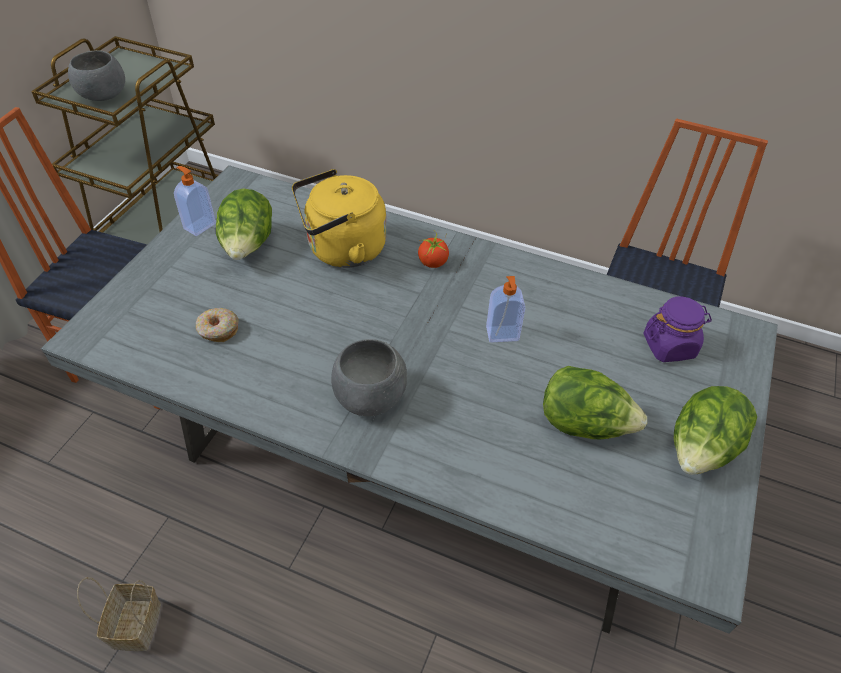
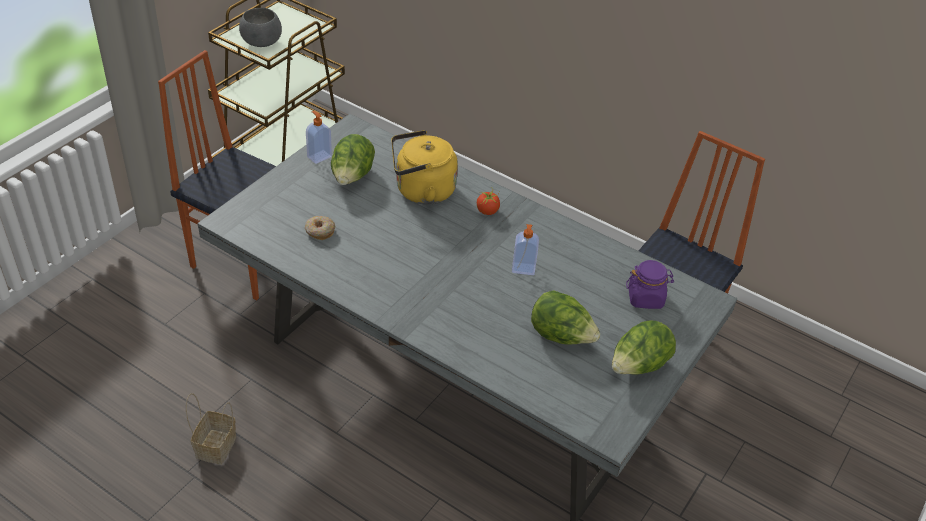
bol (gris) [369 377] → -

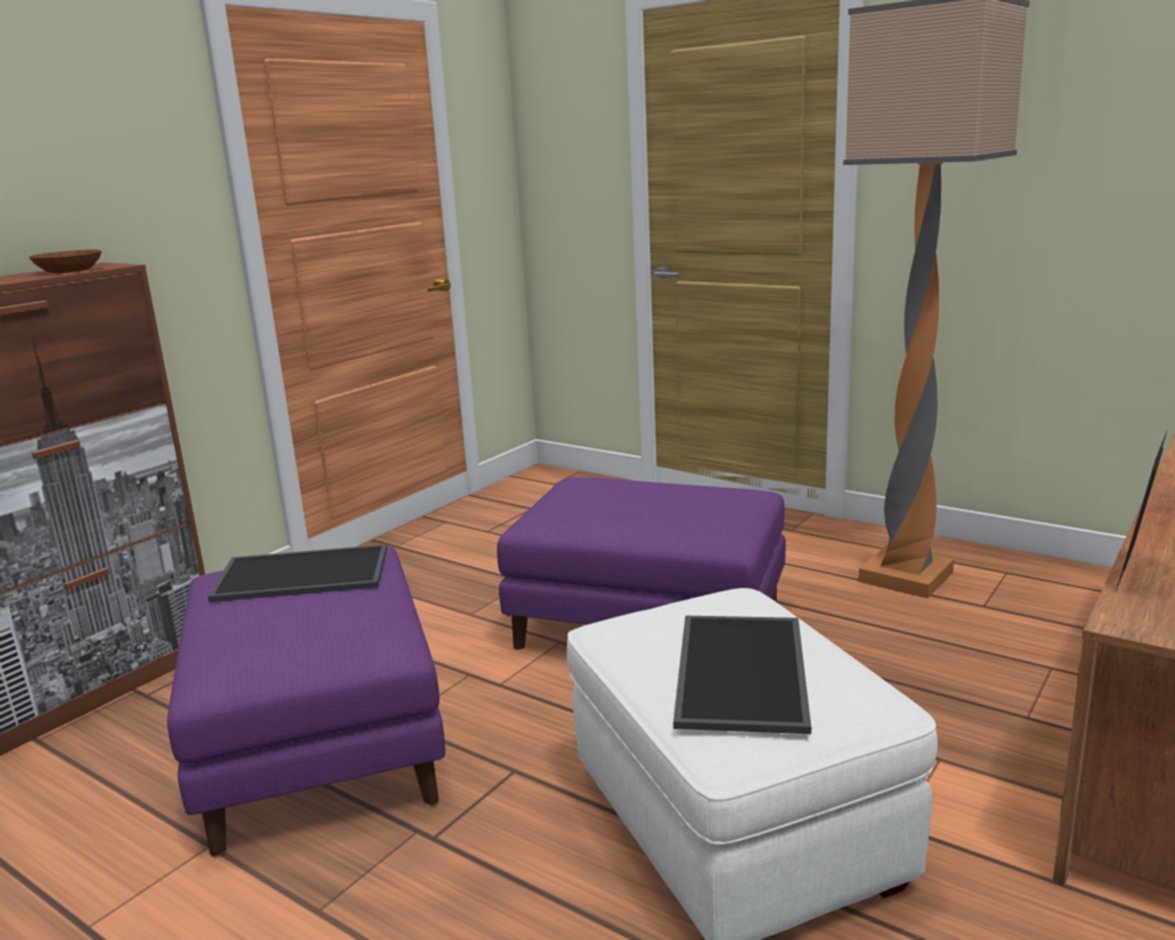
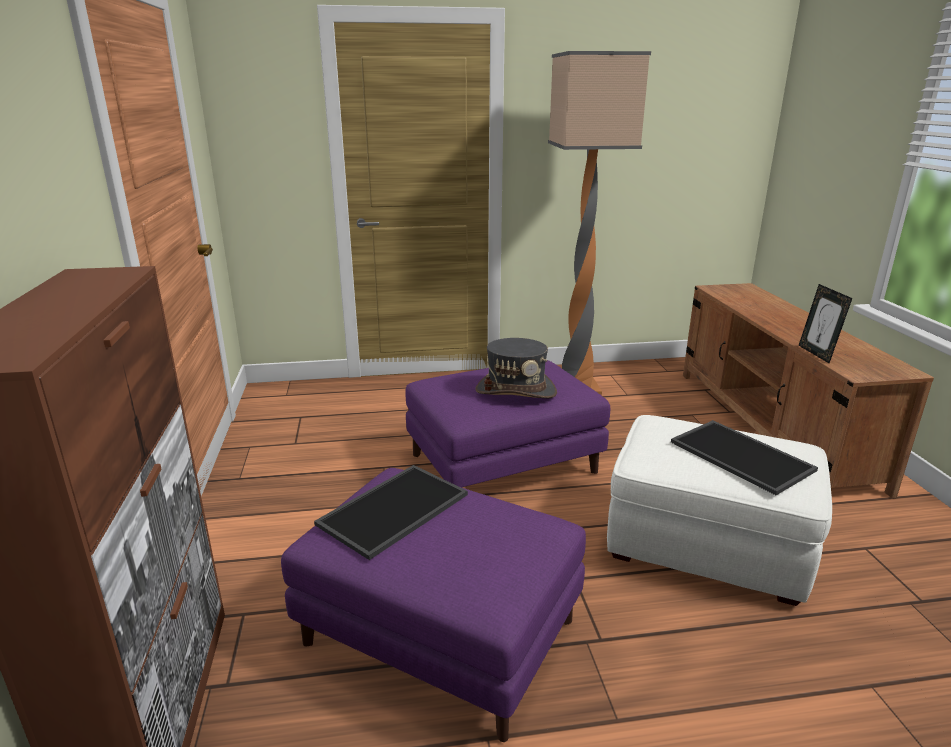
bol (marron) [65 261] → -
- → chapeau (gris) [516 368]

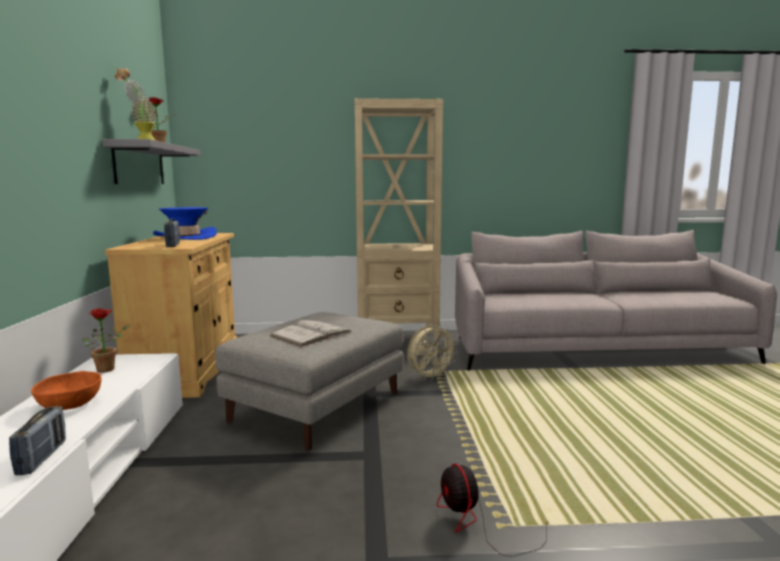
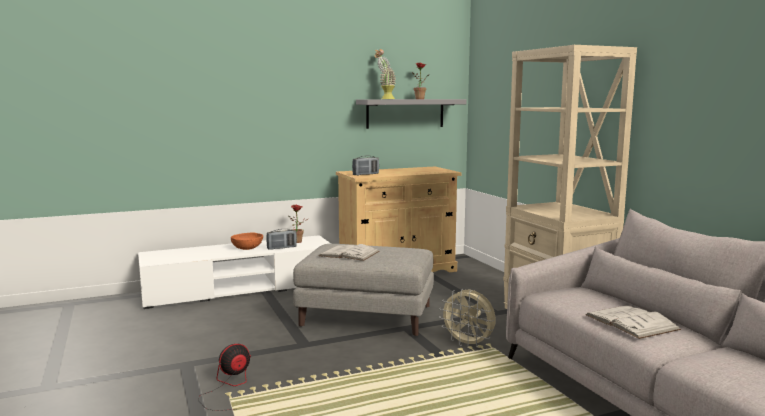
chapeau (bleu) [185 223] → -
- → livre (blanc) [633 322]
radio [37 440] → radio [281 239], move

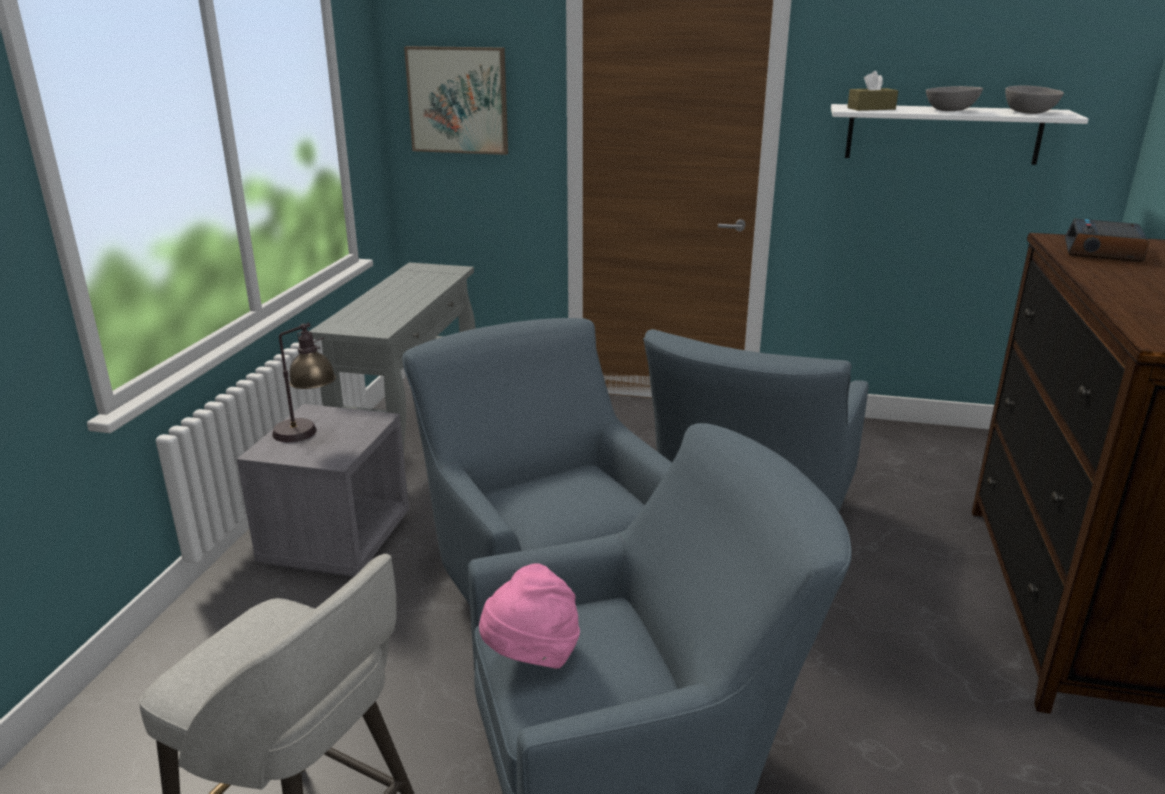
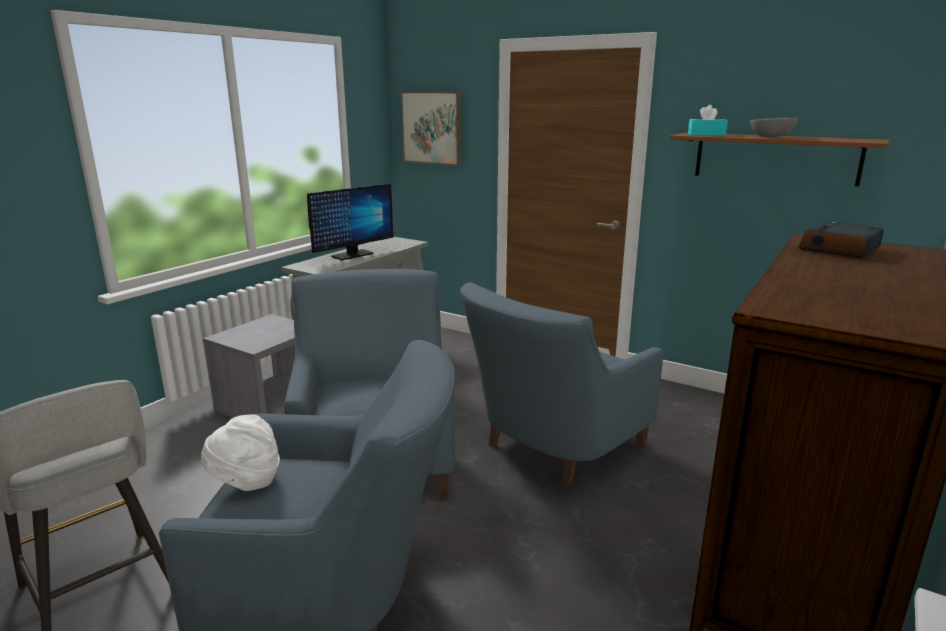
lampe de table [304 382] → -
bol (gris) [1034 99] → -
- → écran d'ordinateur [350 221]
chapeau (rose) [529 616] → chapeau (blanc) [240 452]
étagère (blanc) [959 134] → étagère (marron) [779 160]
boîte à mouchoirs (marron) [872 91] → boîte à mouchoirs (turquoise) [708 120]

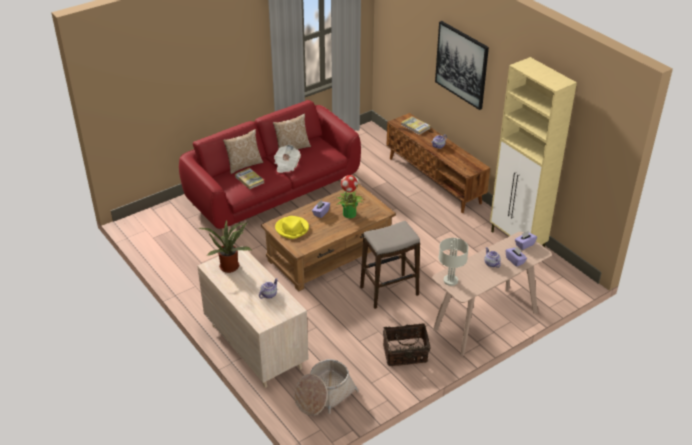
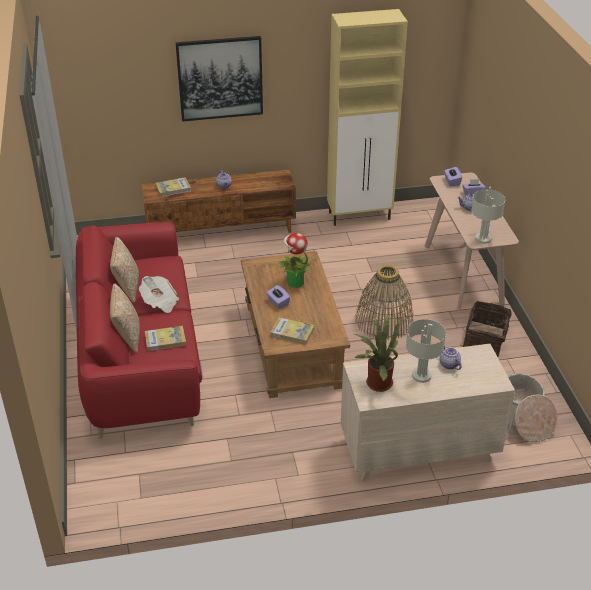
- → lampe de table (gris) [426 351]
chapeau (jaune) [292 227] → livre [292 331]
tabouret [390 265] → panier [384 302]

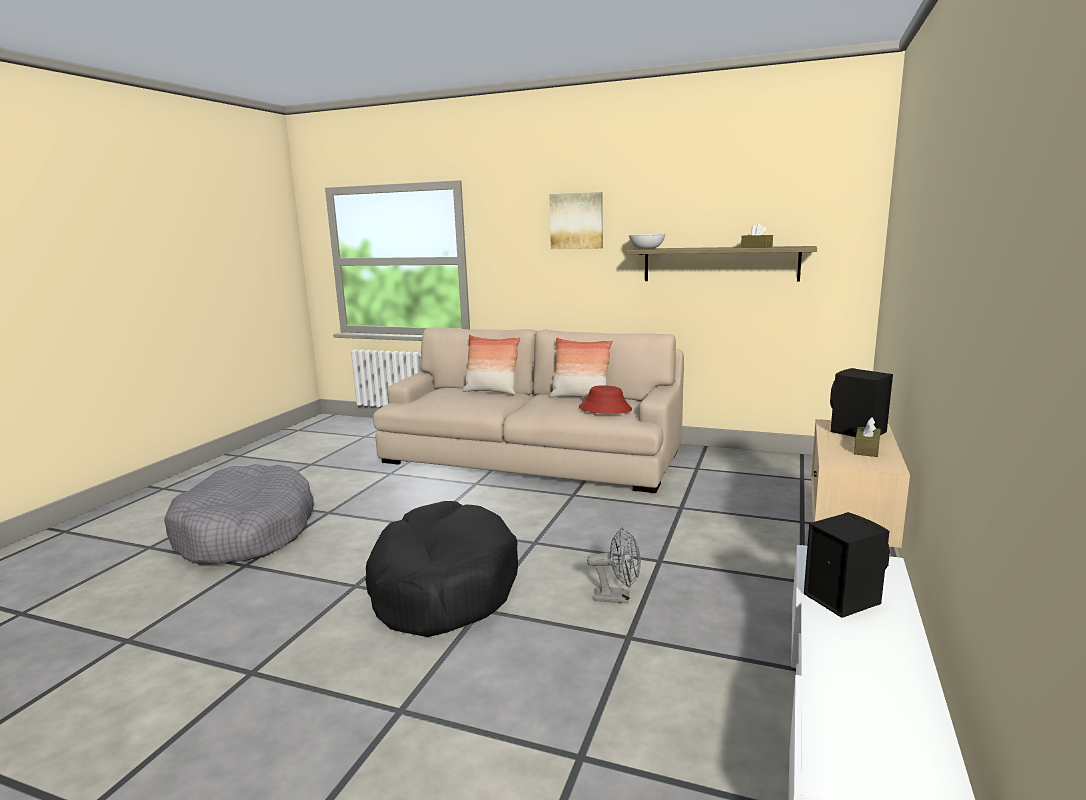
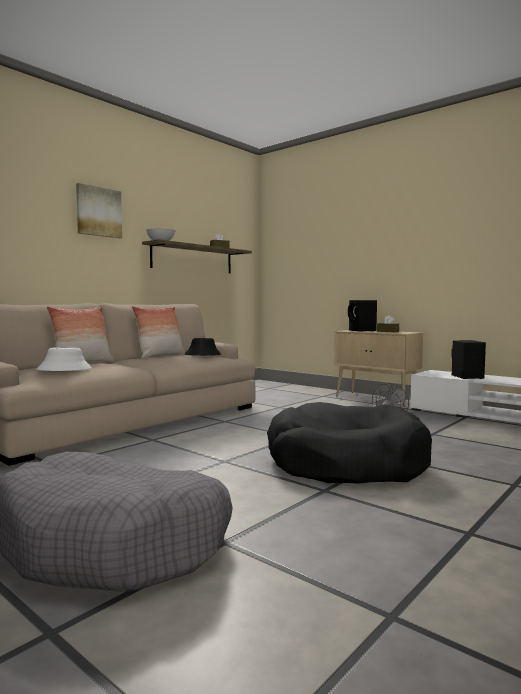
- → chapeau (blanc) [64 359]
chapeau (rouge) [605 399] → chapeau (noir) [202 347]

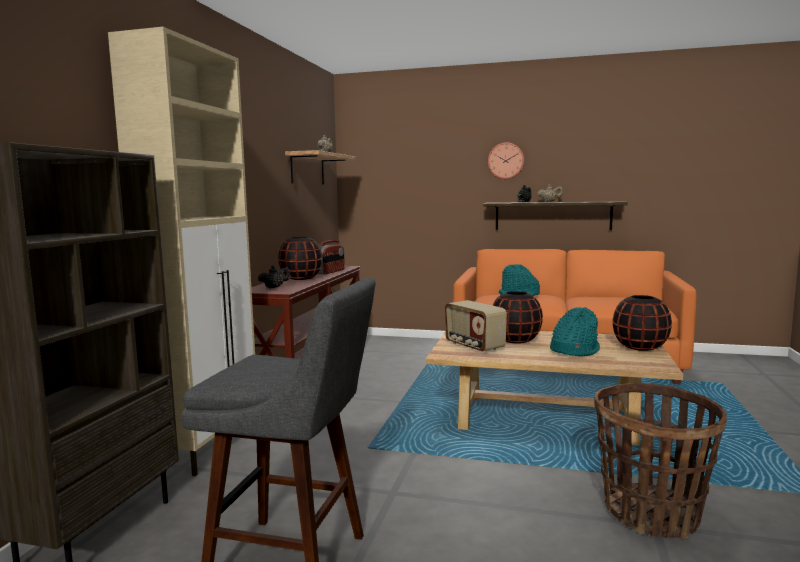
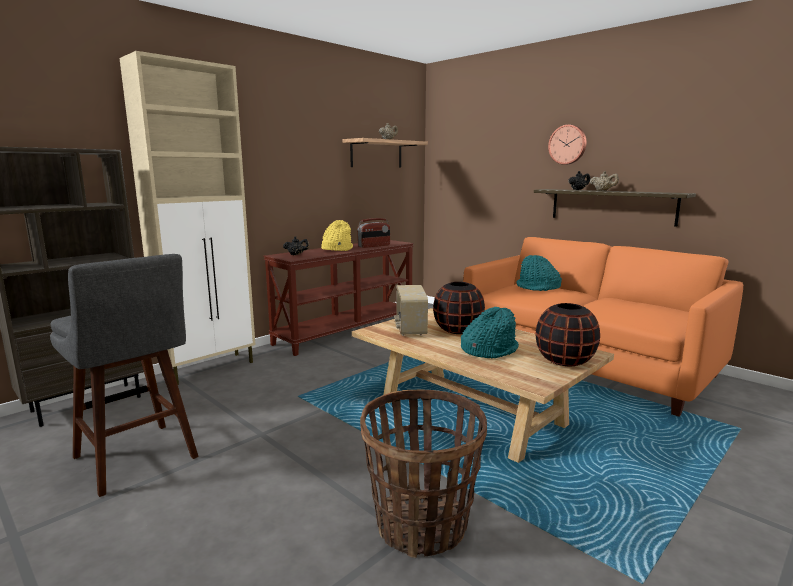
vase (noir) [300 258] → chapeau (jaune) [337 235]

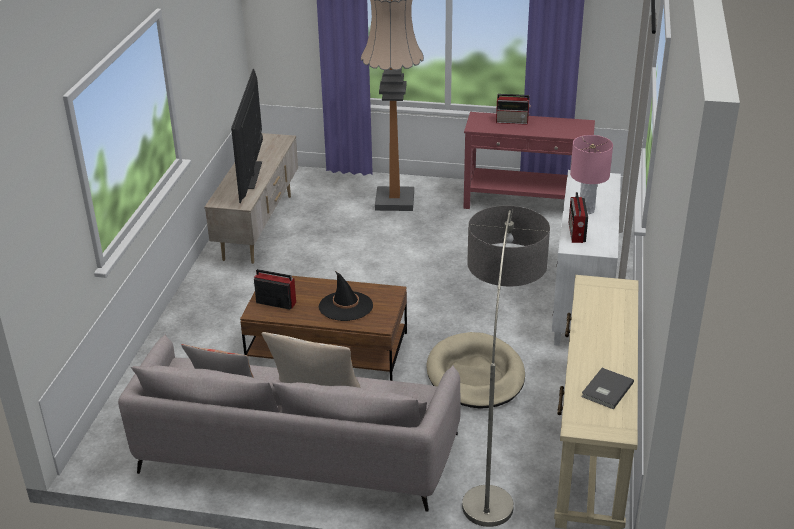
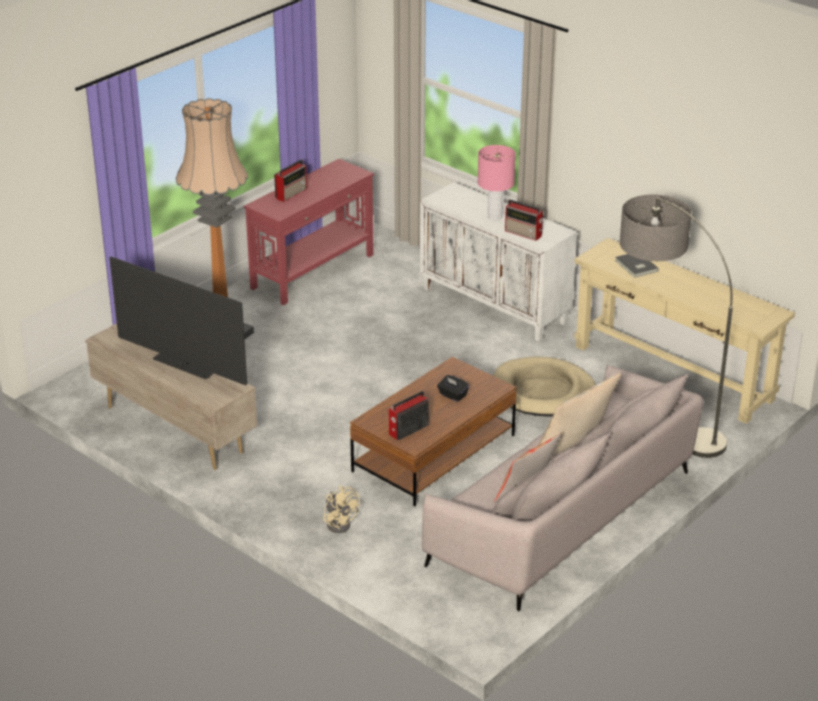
- → ventilateur (beige) [341 509]
livre (gris) [607 388] → livre (gris) [637 266], move
chapeau (noir) [346 296] → boîte à mouchoirs (noir) [453 388]

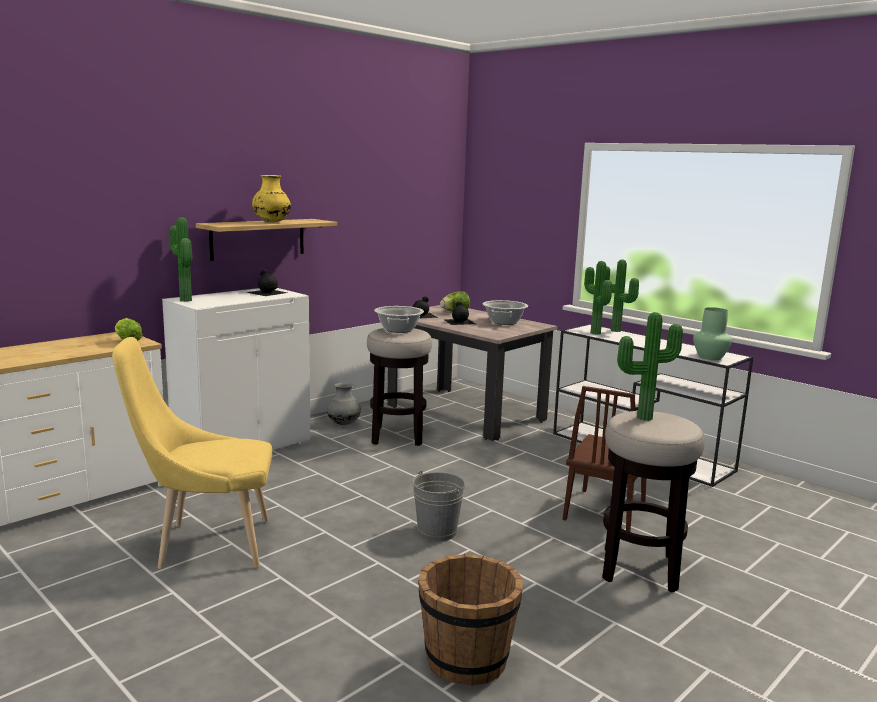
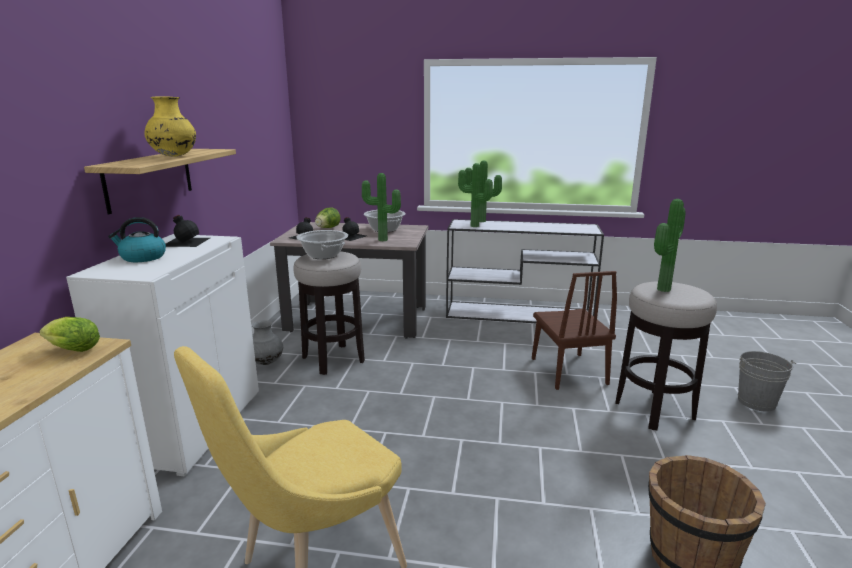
vase (vert) [712 333] → -
- → bouilloire [137 239]
plante en pot [180 259] → plante en pot [381 207], move
seau (gris) [439 506] → seau (gris) [767 381], move

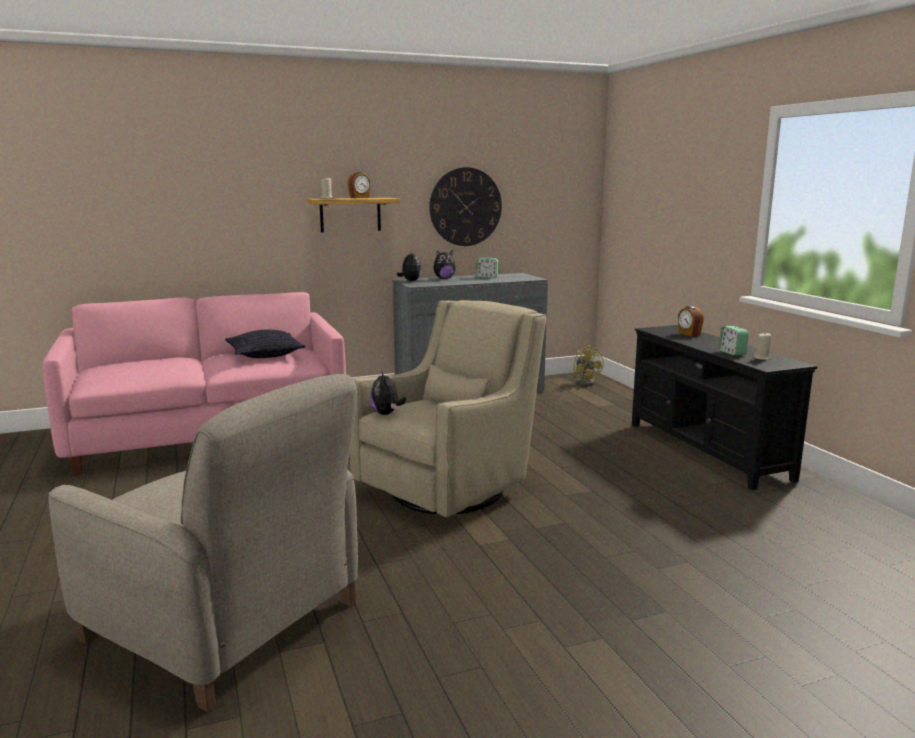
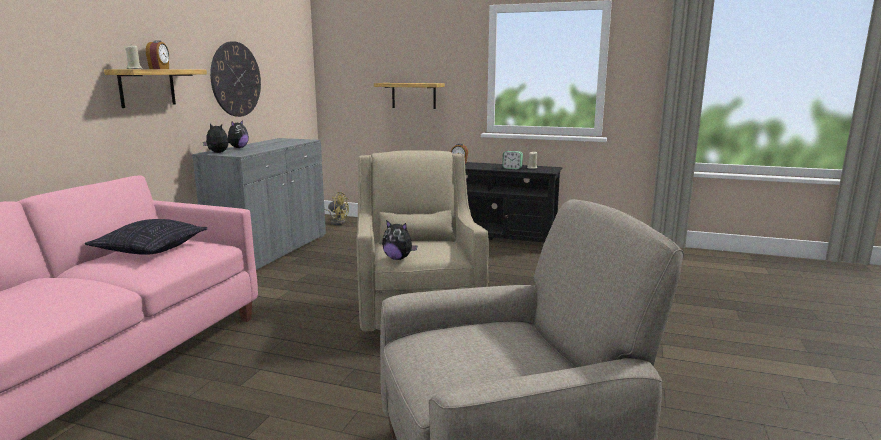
réveil [487 268] → -
- → étagère [409 96]

